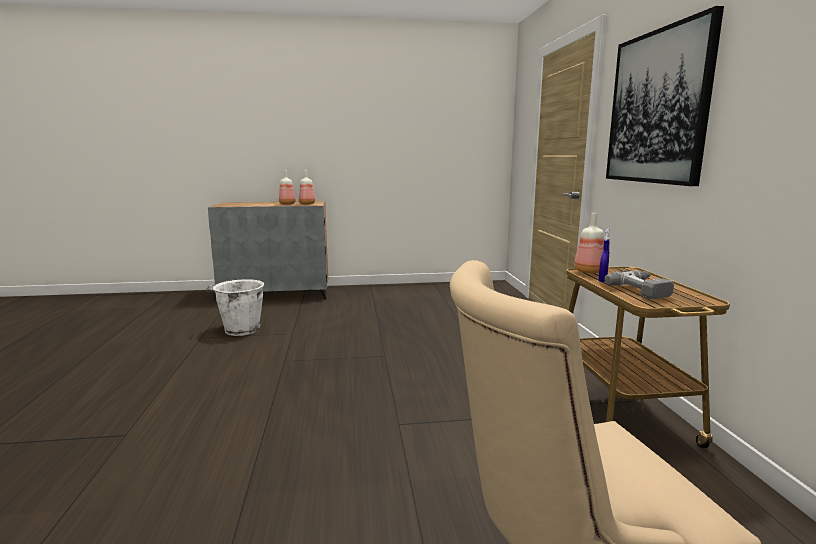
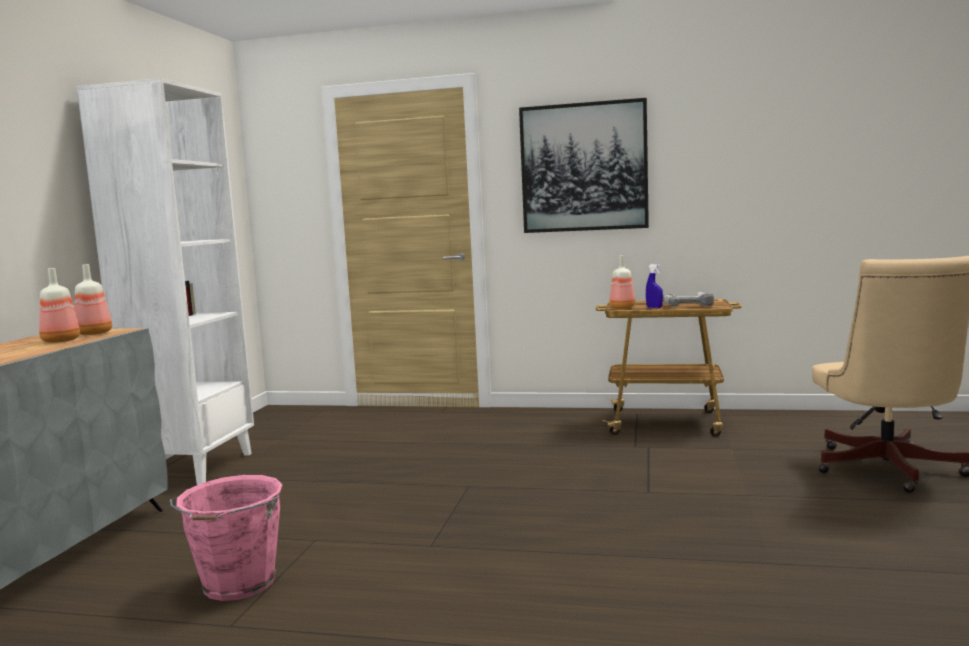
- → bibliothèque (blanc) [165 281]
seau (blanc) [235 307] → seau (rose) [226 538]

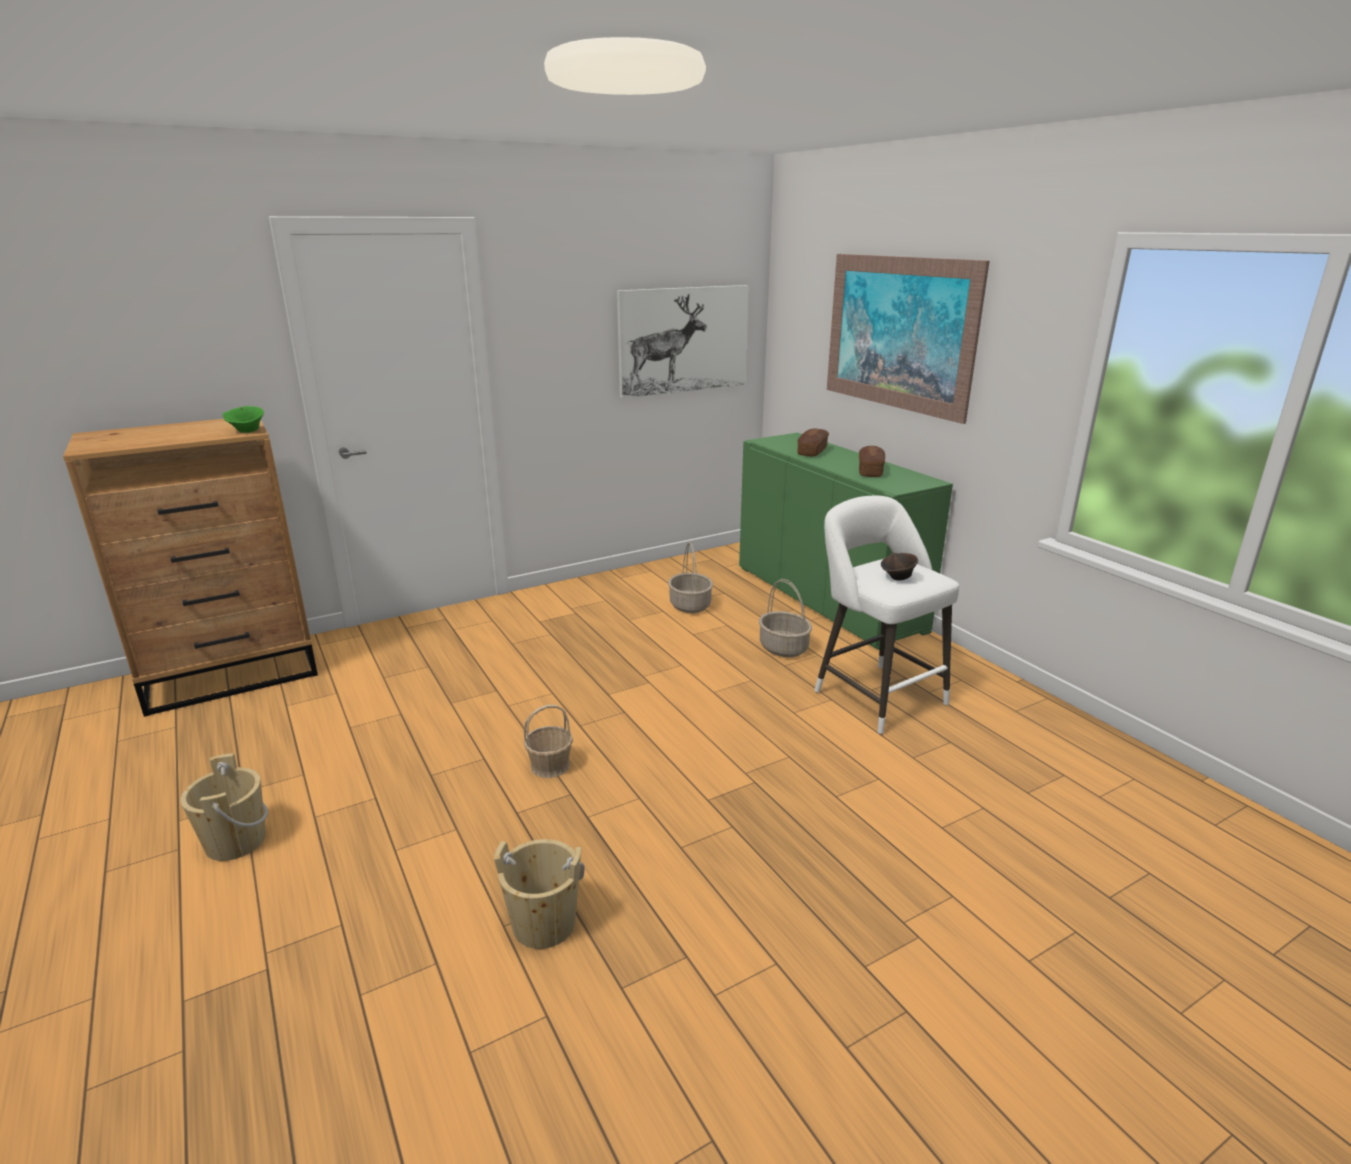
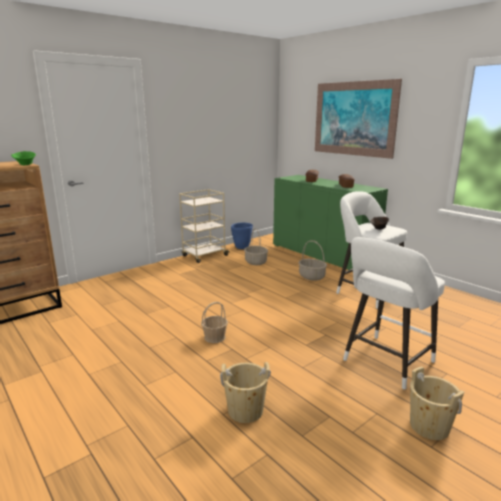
tableau [683 341] → -
- → chariot (beige) [204 226]
- → cache-pot (bleu) [242 236]
- → tabouret (blanc) [394 313]
seau (beige) [224 807] → seau (beige) [437 403], move

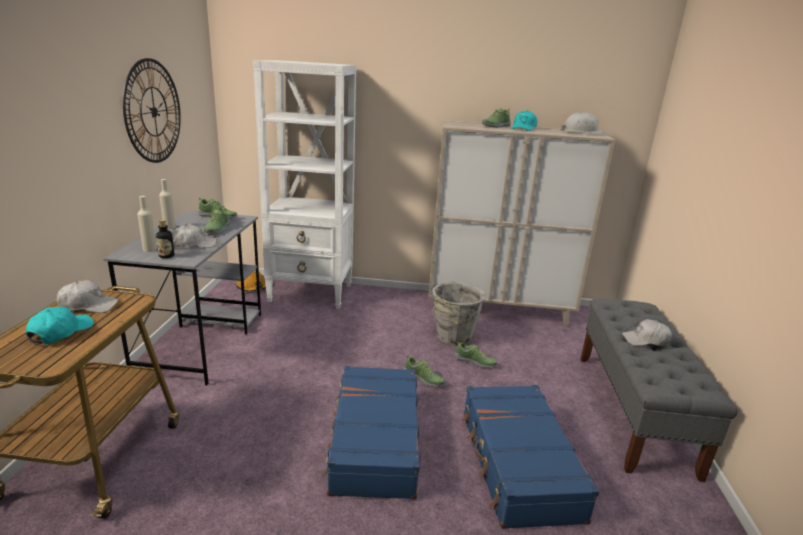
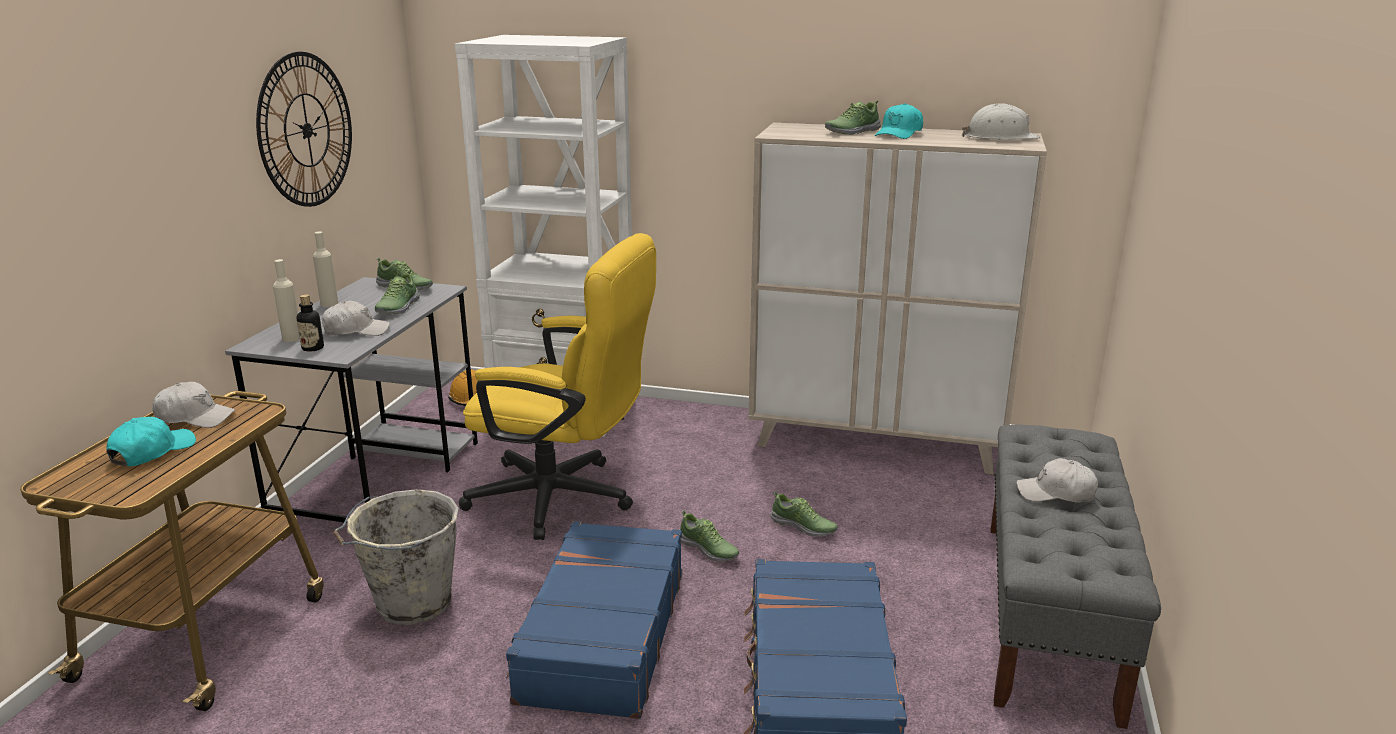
- → chaise de bureau (jaune) [557 386]
seau (gris) [458 314] → seau (gris) [396 557], move

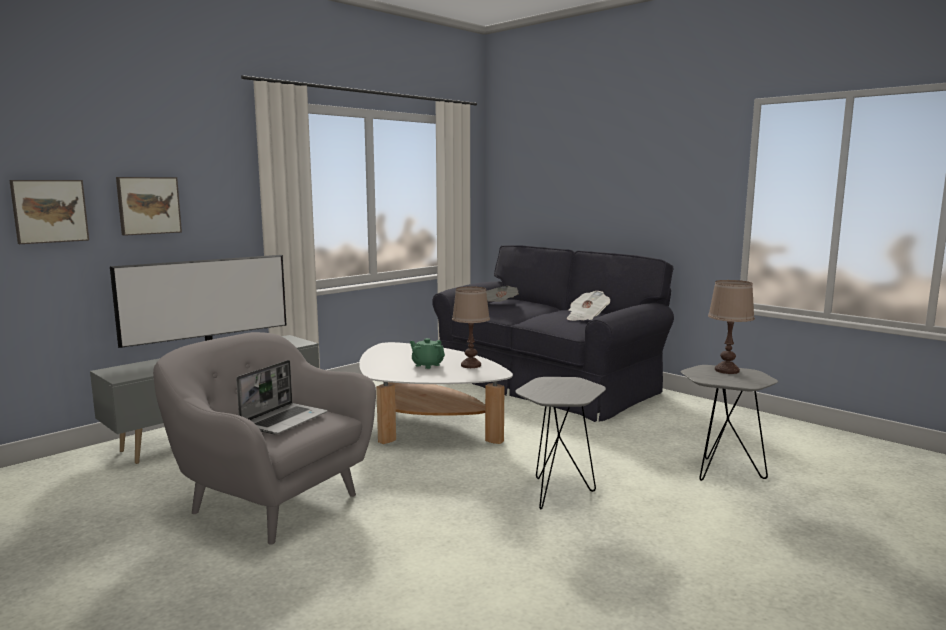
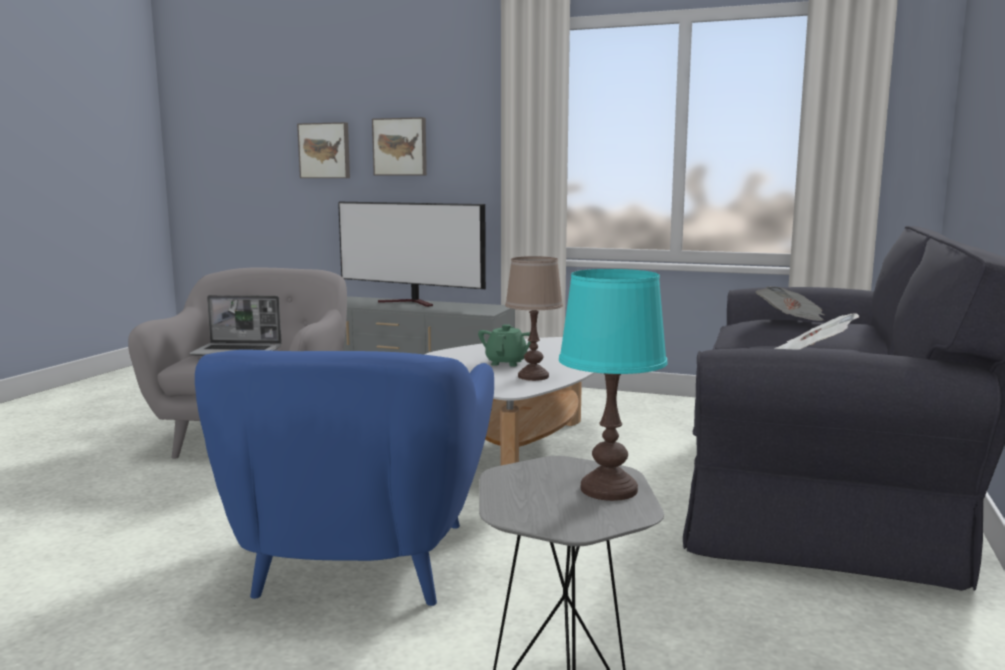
table d'appoint (gris) [560 443] → fauteuil (bleu) [344 478]
lampe de table (marron) [731 327] → lampe de table (turquoise) [613 385]

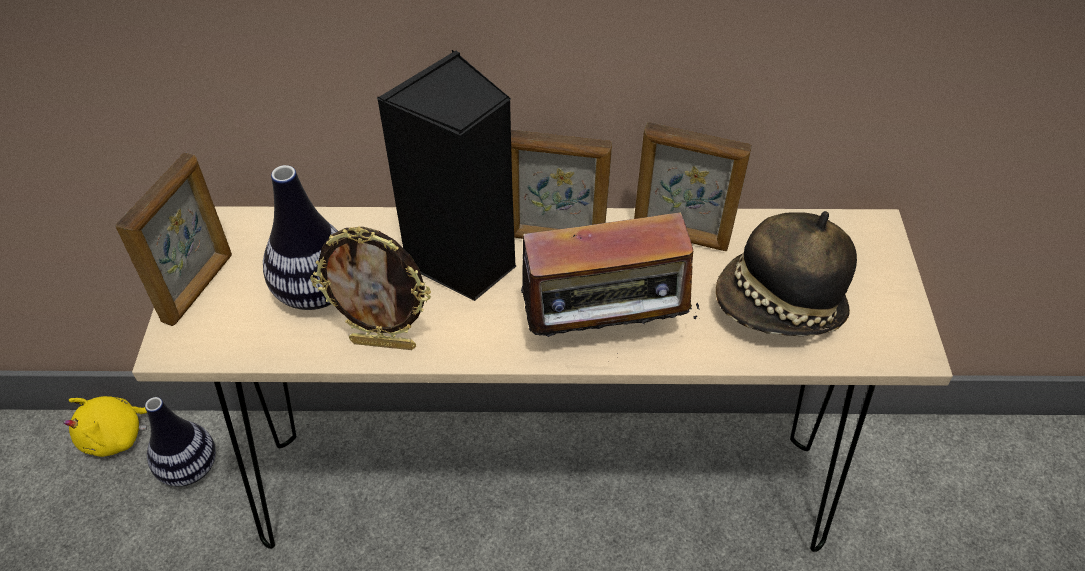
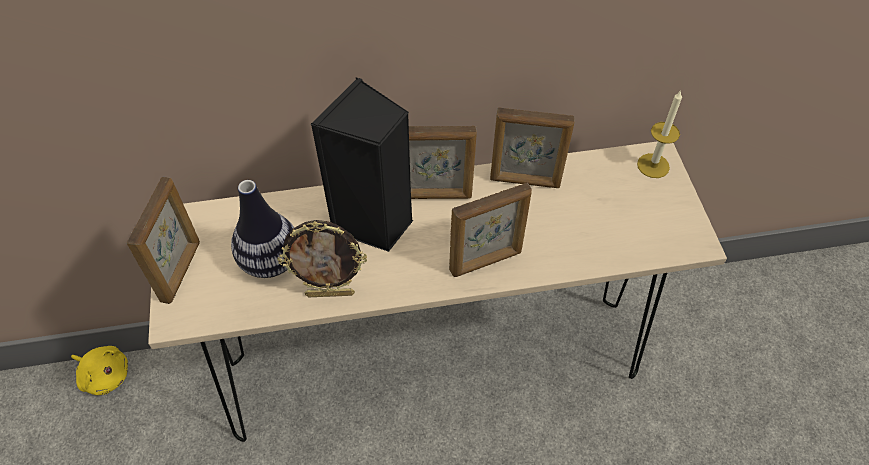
vase [180 442] → -
chapeau [786 273] → -
- → bougie [659 134]
radio [603 281] → cadre photo [490 230]
peluche (jaune) [105 426] → peluche (jaune) [99 370], 105 degrees counterclockwise

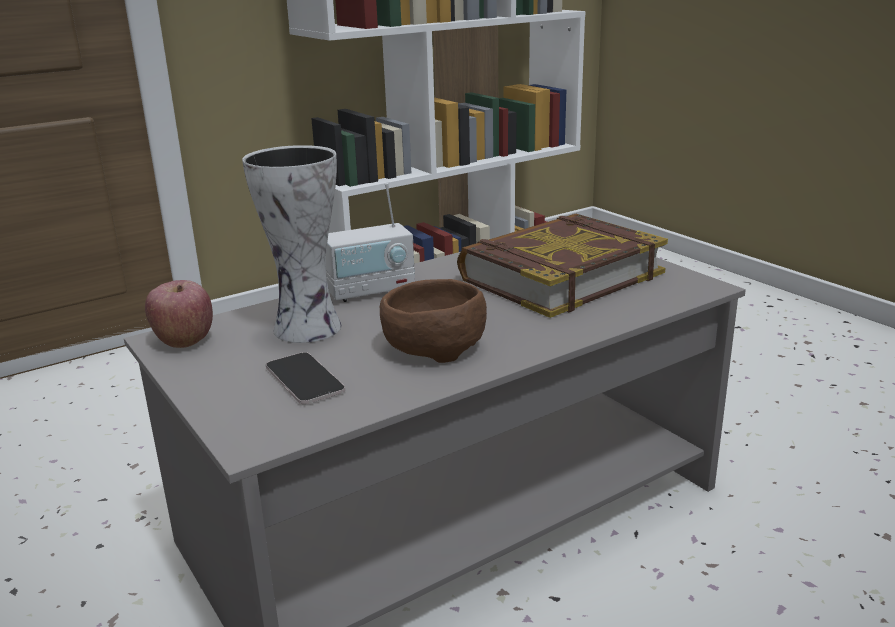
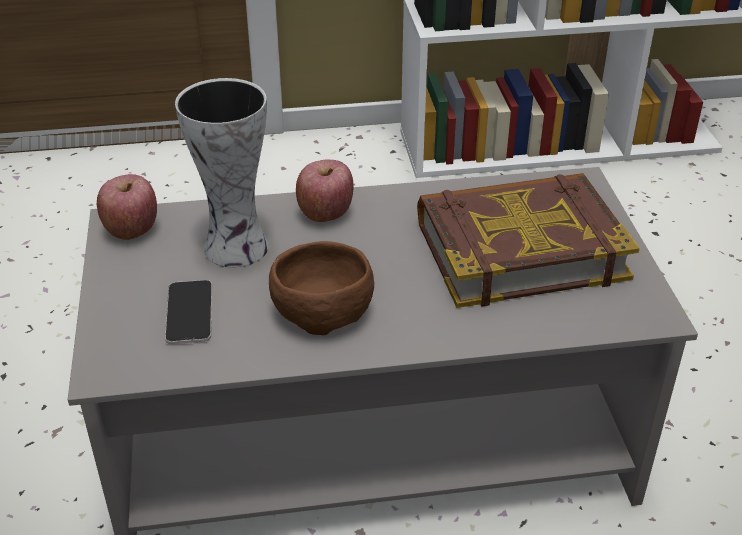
radio [370 242] → pomme [324 190]

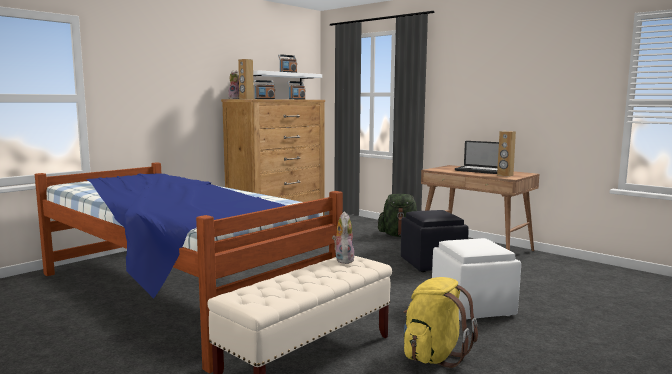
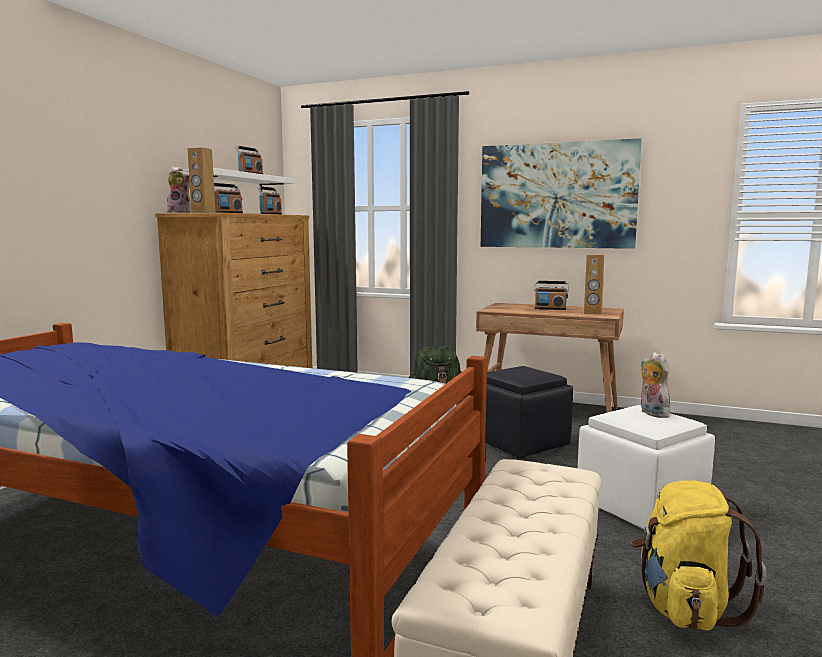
- → tableau [561 193]
peluche [343 237] → peluche [655 385], move
ordinateur portable [477 157] → radio [551 295]

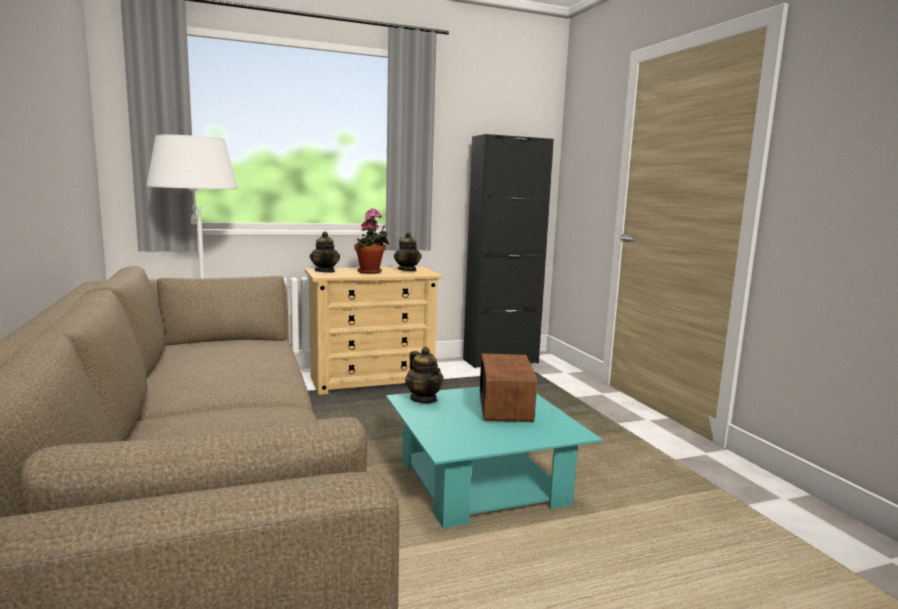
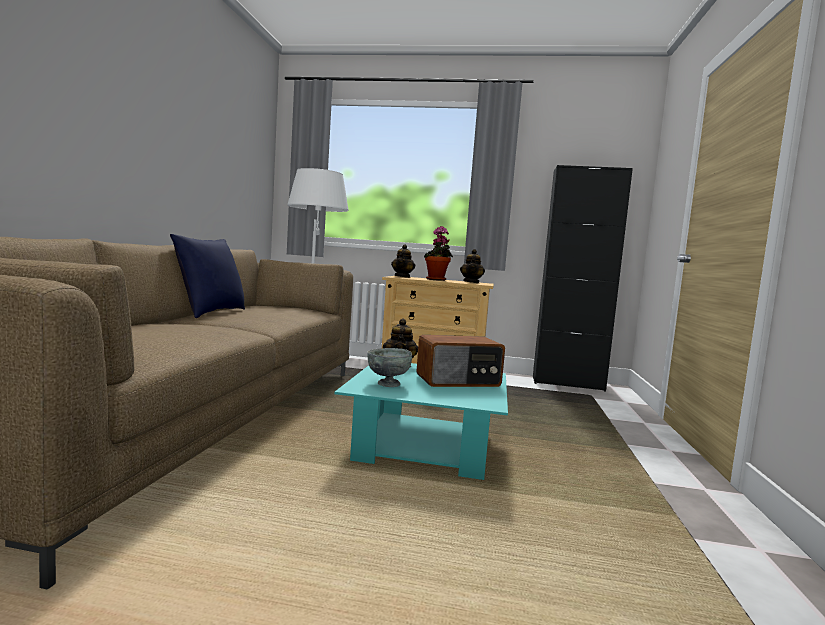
- → coussin (bleu) [207 276]
- → bol (gris) [389 367]
radio [508 387] → radio [460 361], 45 degrees clockwise

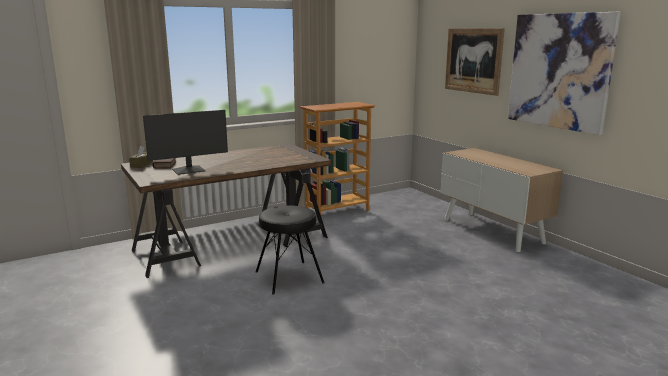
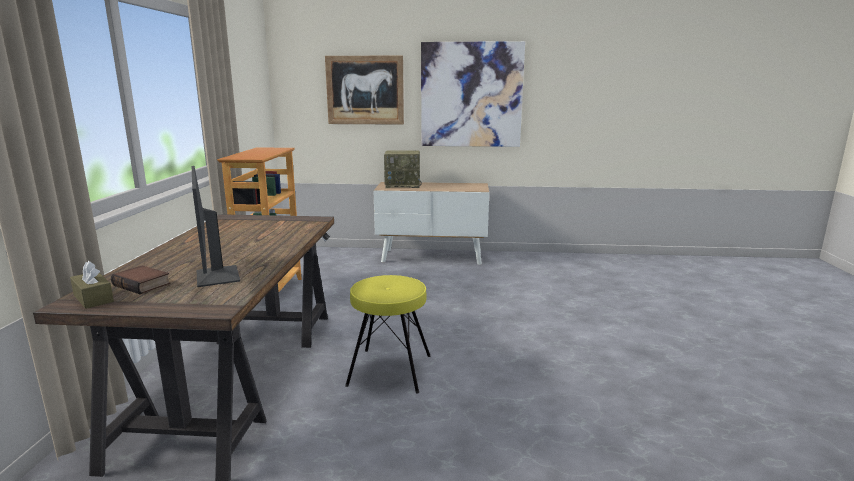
- → radio [403 169]
tabouret (noir) [290 250] → tabouret (jaune) [388 334]
écran d'ordinateur [185 142] → écran d'ordinateur [216 226], 150 degrees clockwise

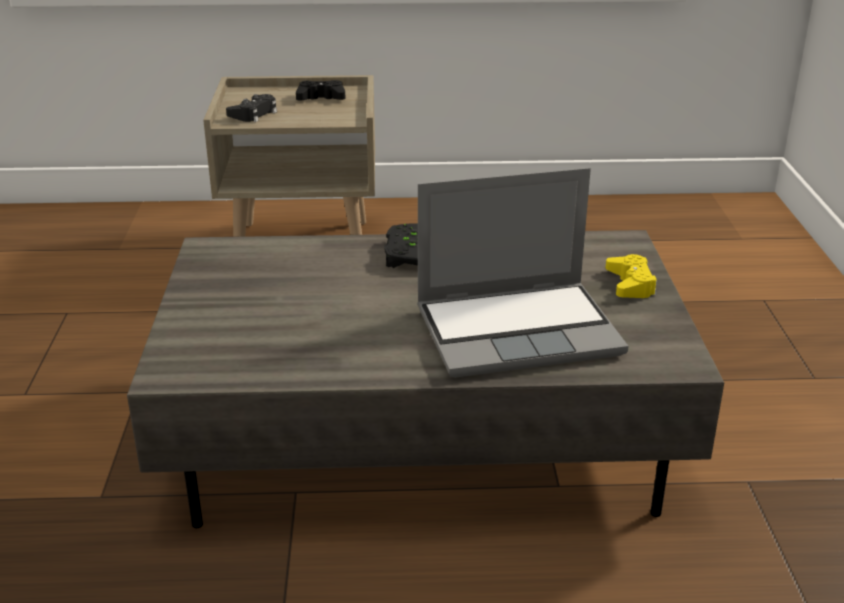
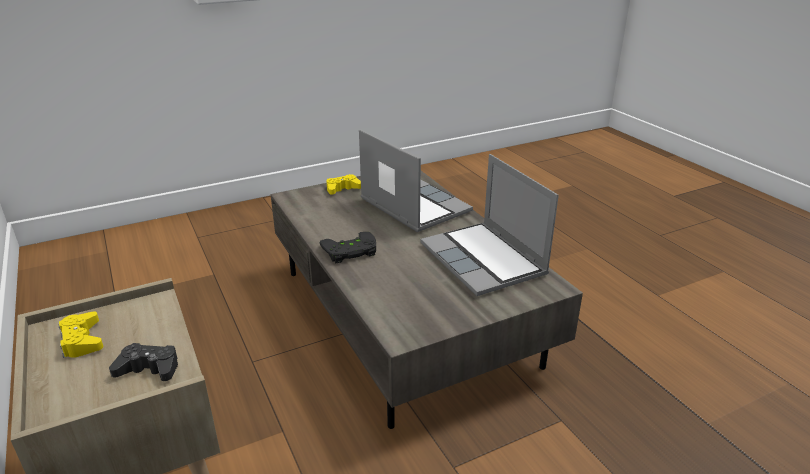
- → ordinateur portable [490 225]
manette (noir) [320 90] → manette (jaune) [81 335]

